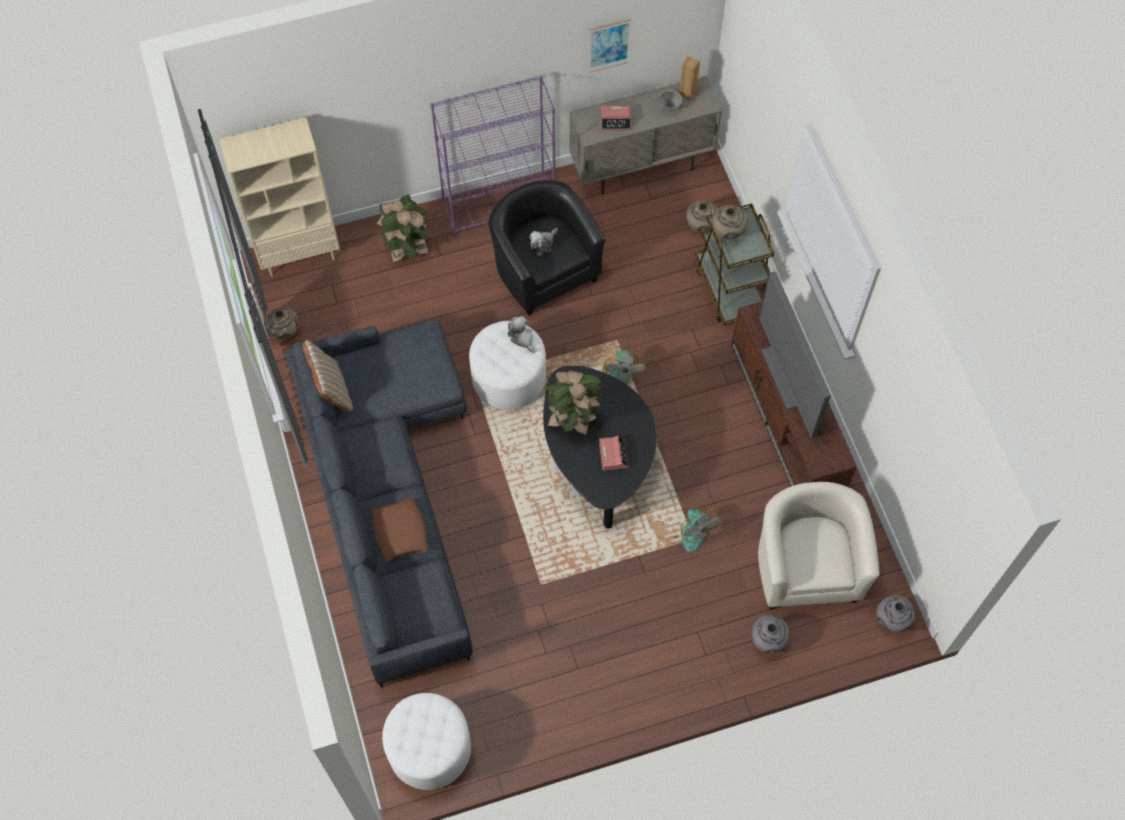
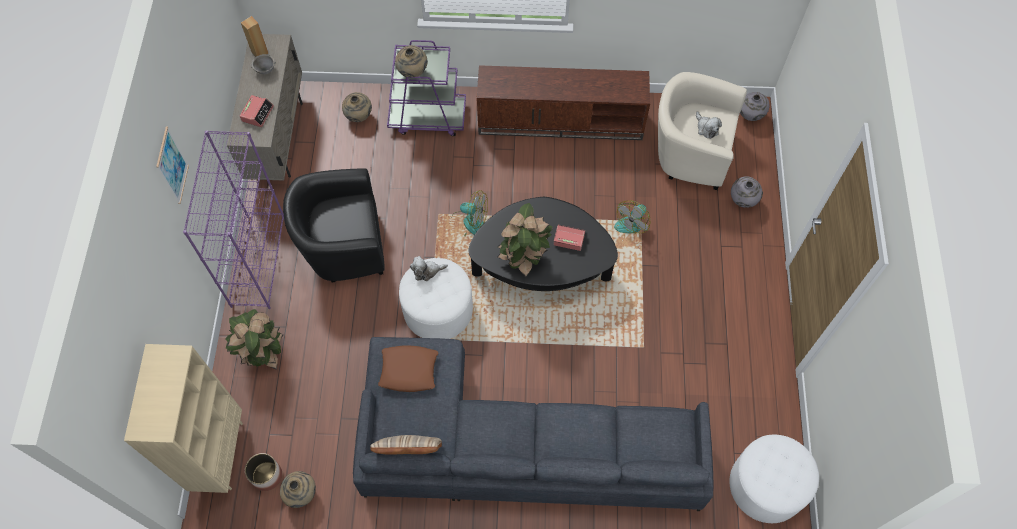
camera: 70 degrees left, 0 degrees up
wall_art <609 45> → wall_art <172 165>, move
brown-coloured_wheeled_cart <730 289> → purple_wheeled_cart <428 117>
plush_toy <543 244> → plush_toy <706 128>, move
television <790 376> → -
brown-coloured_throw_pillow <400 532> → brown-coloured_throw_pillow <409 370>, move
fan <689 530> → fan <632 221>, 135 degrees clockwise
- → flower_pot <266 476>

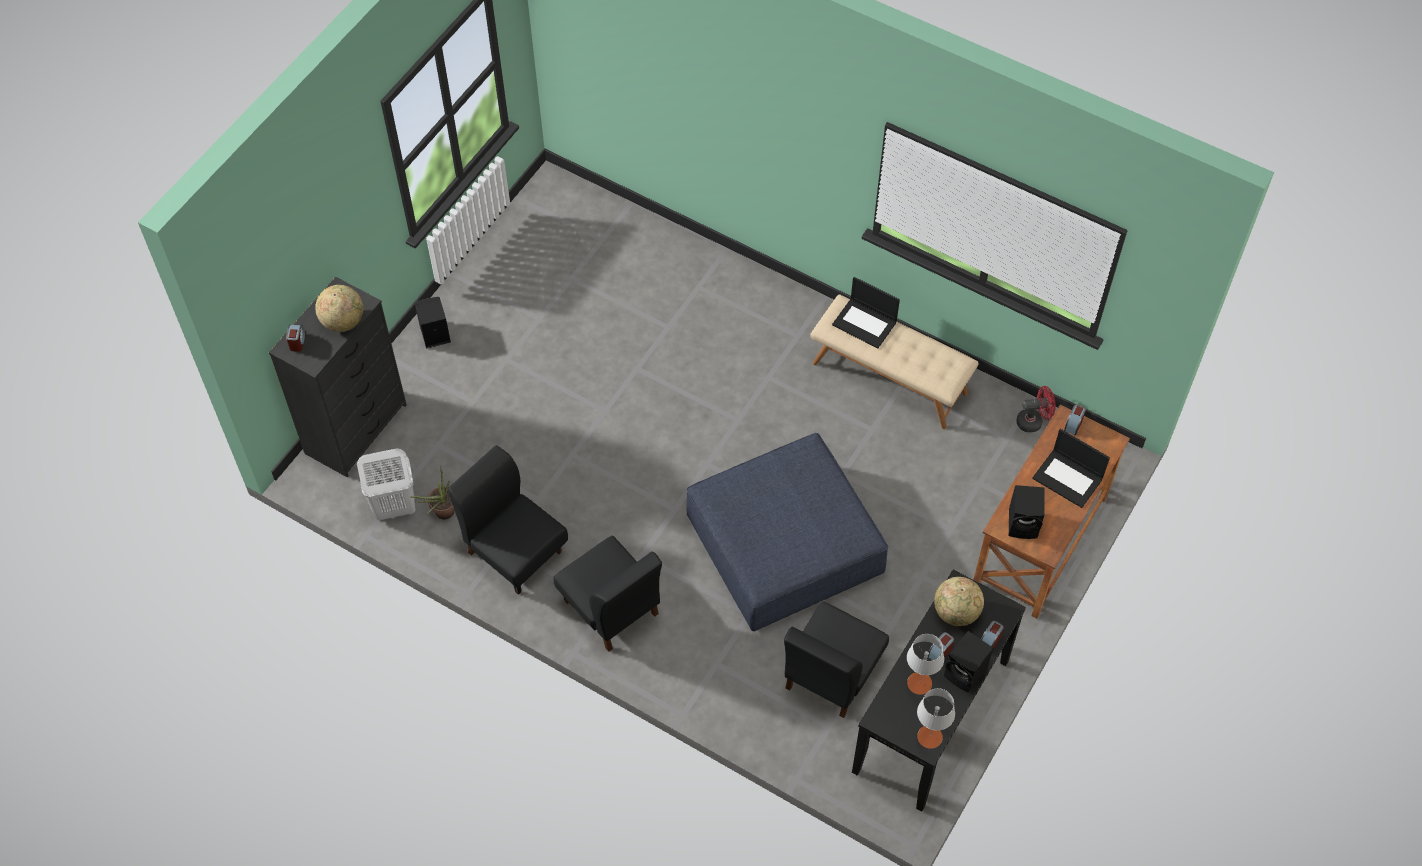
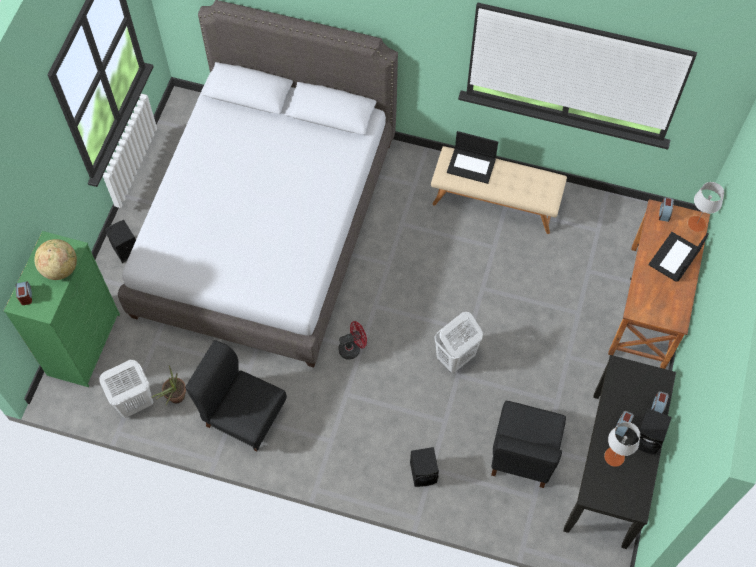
camera: 15 degrees left, 5 degrees up
blackish_dresser <356 428> → green_dresser <84 343>
red_fan <1033 421> → red_fan <352 348>, move
portable_computer <1068 478> → portable_computer <674 258>, 105 degrees clockwise
bluish_pouffe <784 545> → white-coloured_laundry_basket <455 358>
blackish_loudspeaker <1024 524> → blackish_loudspeaker <424 473>, move
blackish_chair <611 608> → -
desk_globe <956 612> → -
greyish_lamp_for_a_table <930 737> → greyish_lamp_for_a_table <697 223>, move
- → greyish_sleeping_bed <265 226>

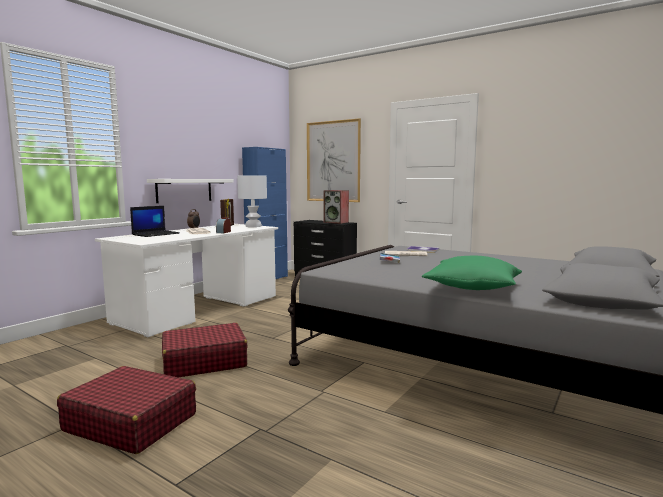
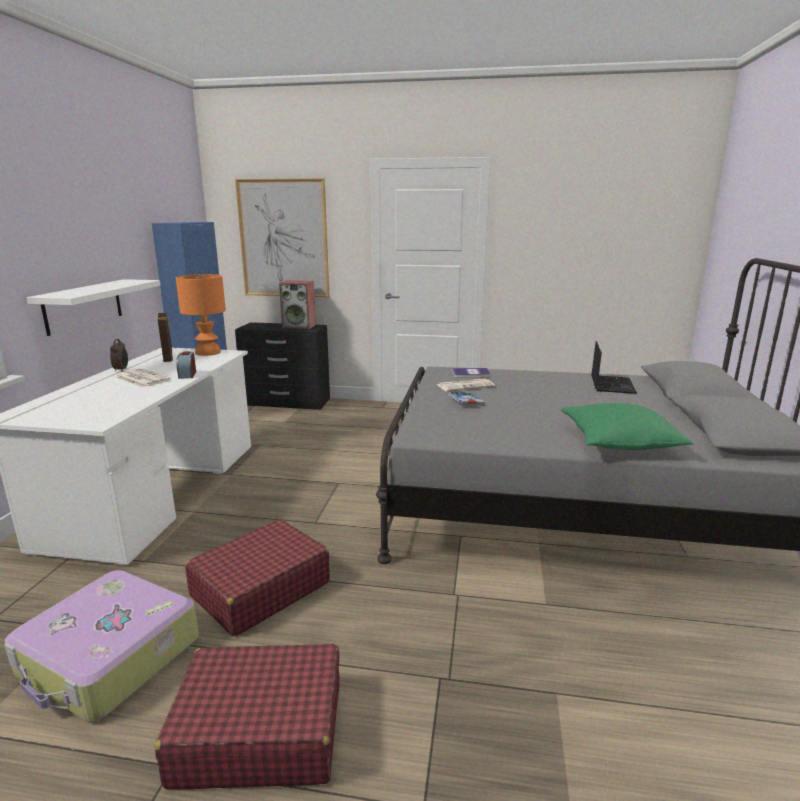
camera: 25 degrees left, 10 degrees up
white-coloured_lamp_for_a_table <253 226> → orange_lamp_for_a_table <208 353>
portable_computer <156 234> → portable_computer <611 384>, move
- → travel_case <110 658>

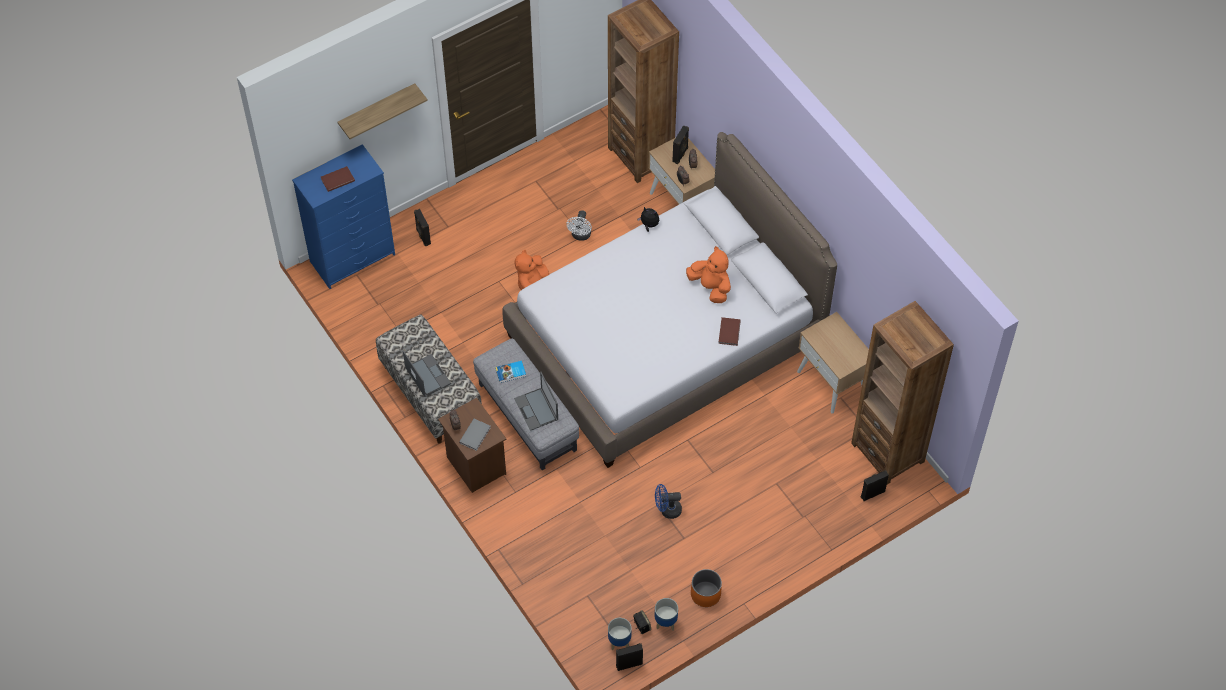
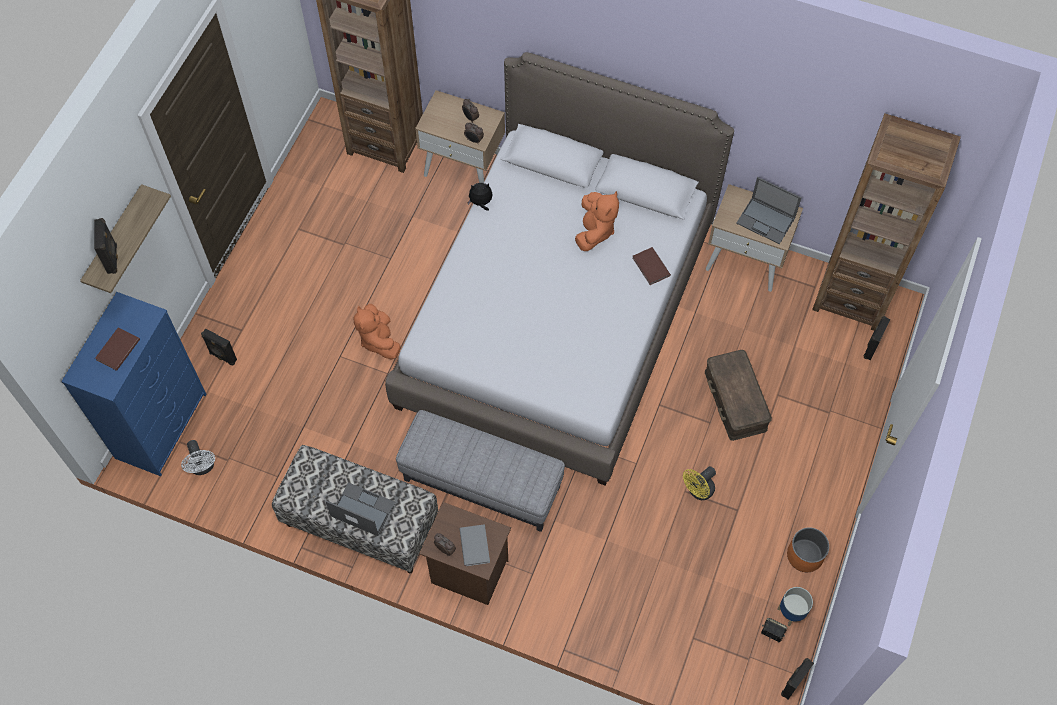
camera: 35 degrees left, 5 degrees up
blackish_loudspeaker <680 155> → blackish_loudspeaker <113 258>, move
white-coloured_fan <580 236> → white-coloured_fan <203 467>, move
orange_plush_toy <710 287> → orange_plush_toy <595 231>, 90 degrees clockwise
bound_book <511 373> → -
portable_computer <536 409> → portable_computer <766 221>, move
bluish_fan <667 510> → yellow-coloured_fan <698 491>
flower_pot <619 642> → -
- → brown-coloured_storage_bin <736 400>

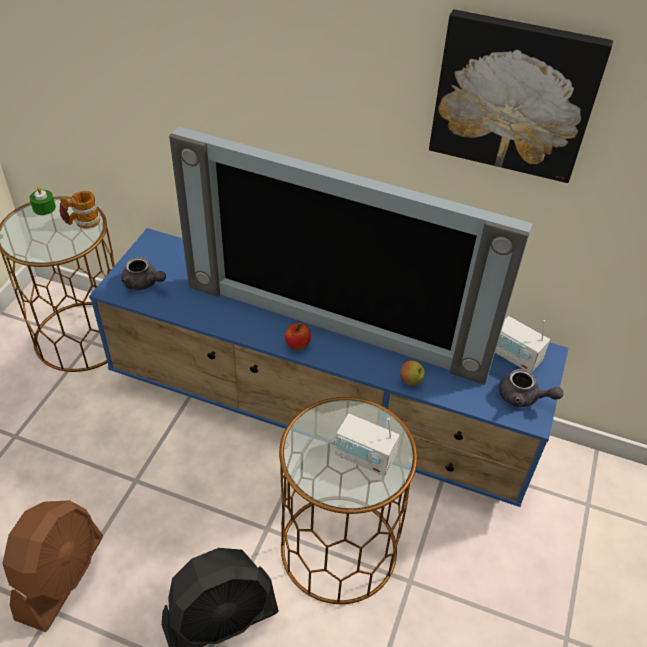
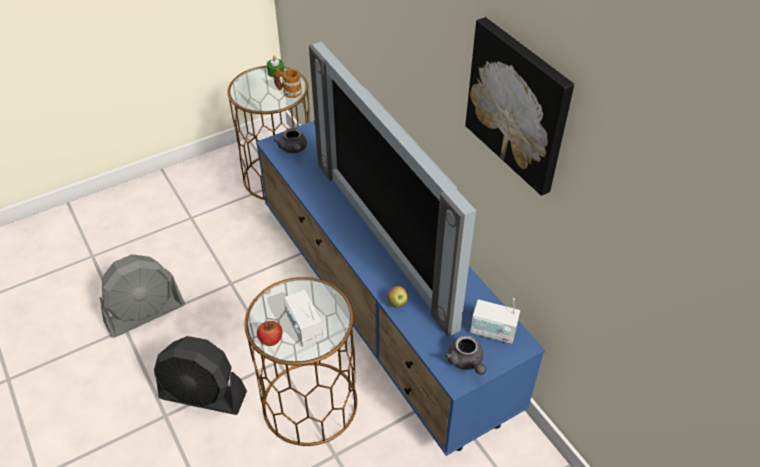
camera: 40 degrees right, 0 degrees up
radio <515 357> → radio <493 332>, 60 degrees counterclockwise
apple <297 345> → apple <271 340>, move
brown-coloured_fan <61 576> → greyish_fan <145 313>

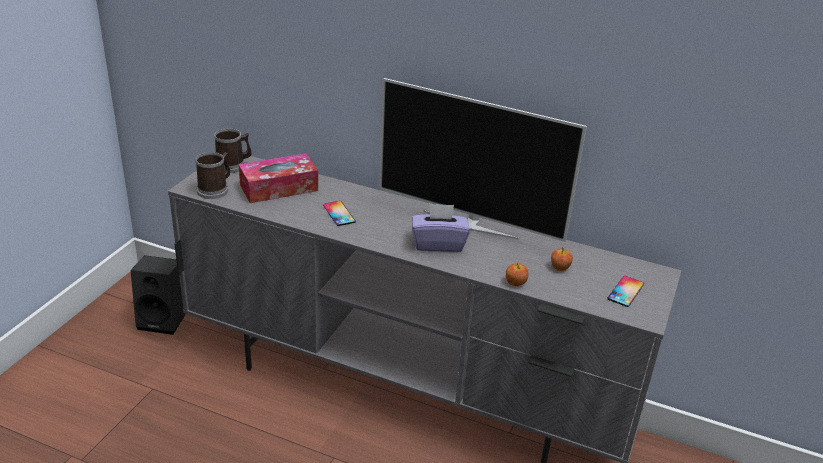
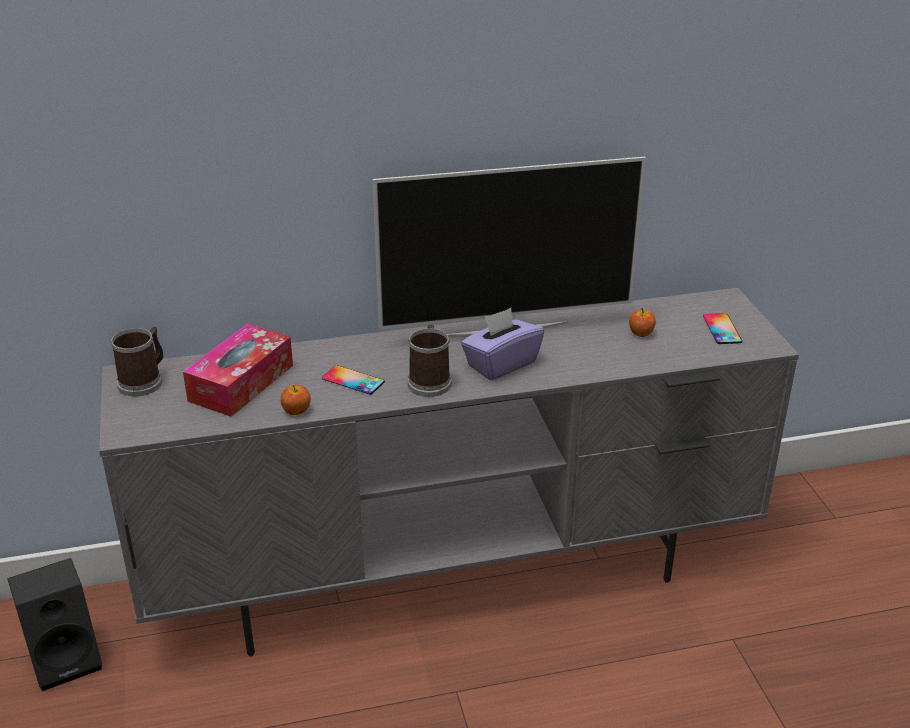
camera: 35 degrees left, 0 degrees up
coffee_mug <215 189> → coffee_mug <429 381>, move
apple <515 283> → apple <296 411>, move

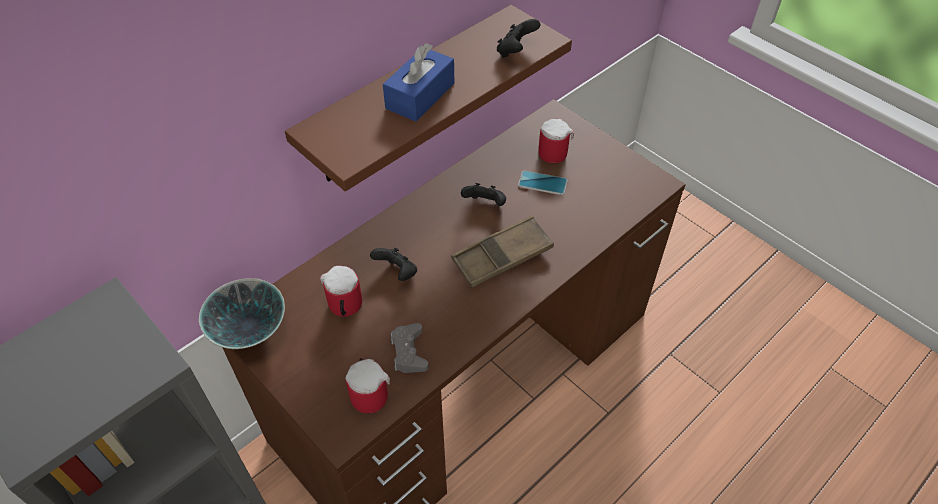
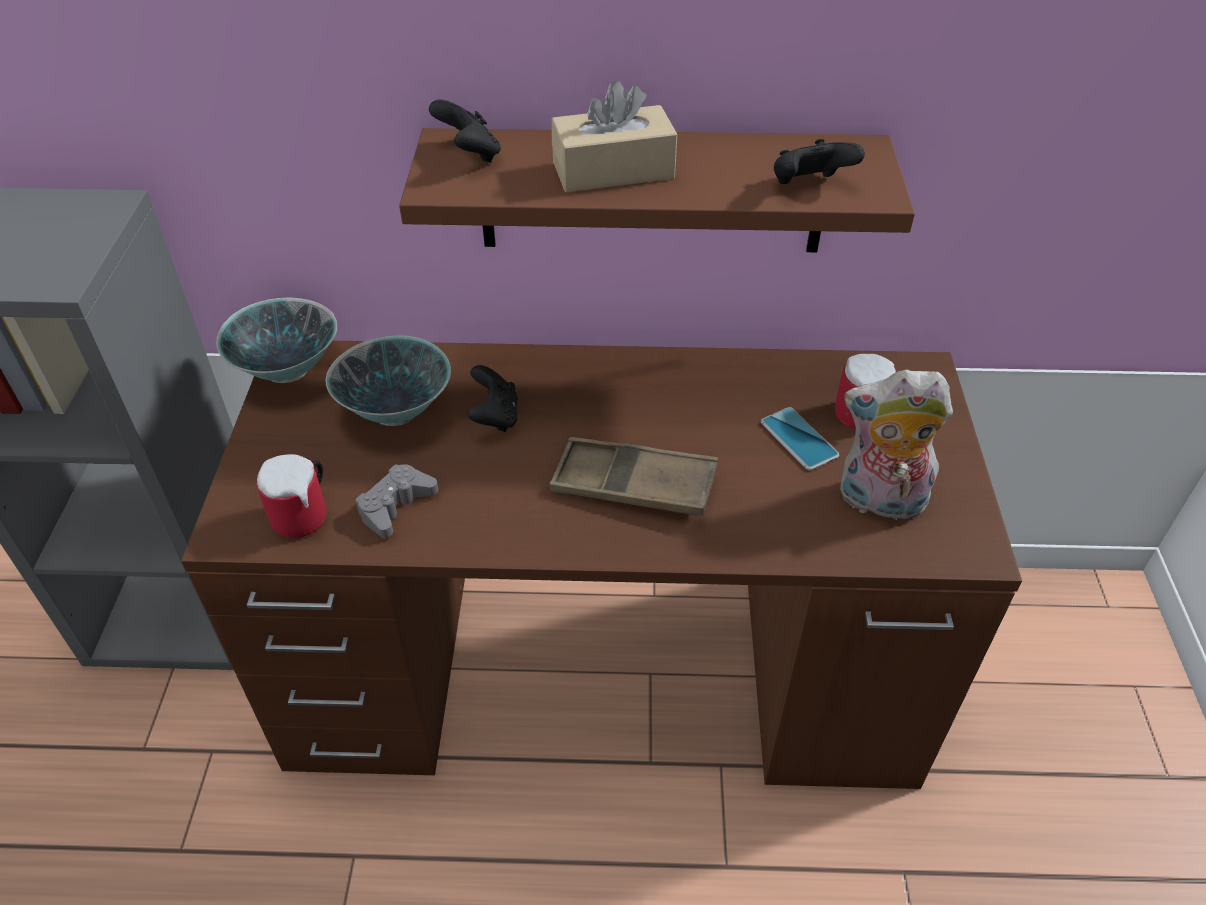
camera: 45 degrees right, 5 degrees down
bluish_box_of_tissues <420 96> → beige-coloured_box_of_tissues <613 170>
blackish_game_controller <485 204> → blackish_game_controller <470 154>, move
coffee_mug <344 308> → serving_bowl <396 412>
- → plush_toy <879 502>

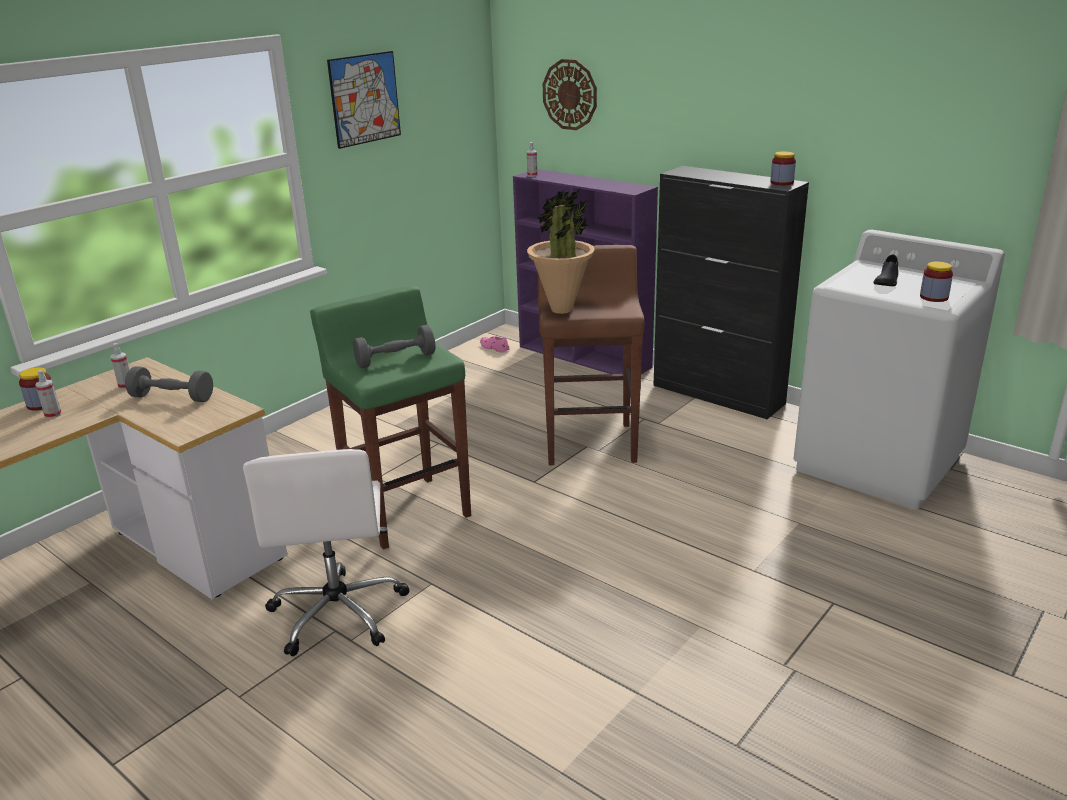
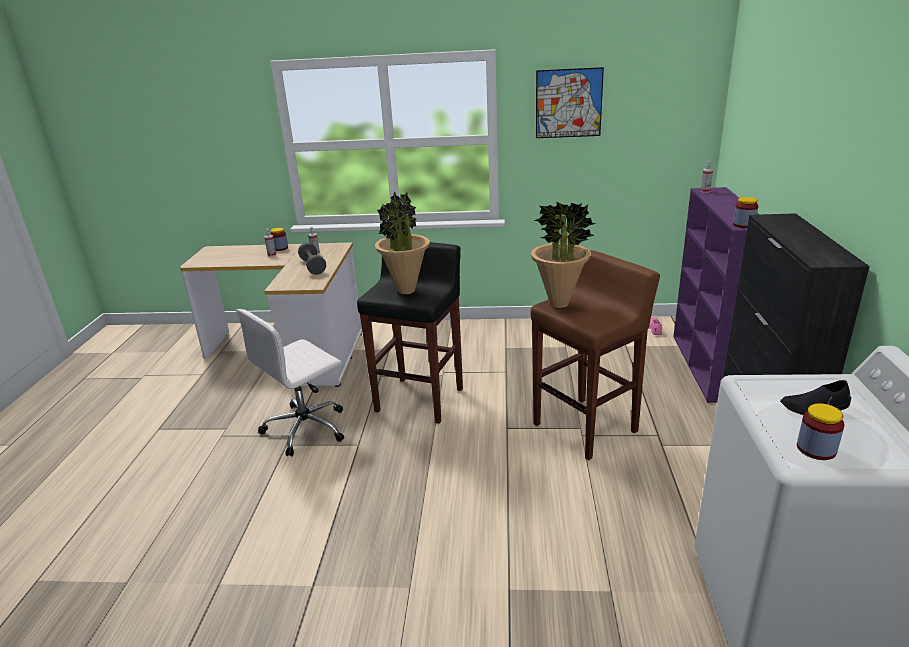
camera: 55 degrees right, 0 degrees up
clock_on_the_wall <570 94> → -
storage_jar <781 182> → storage_jar <743 225>, move
green_stool <407 511> → blackish_stool <420 399>
greyish_dumbbell <395 360> → plant_in_a_pot <406 291>

